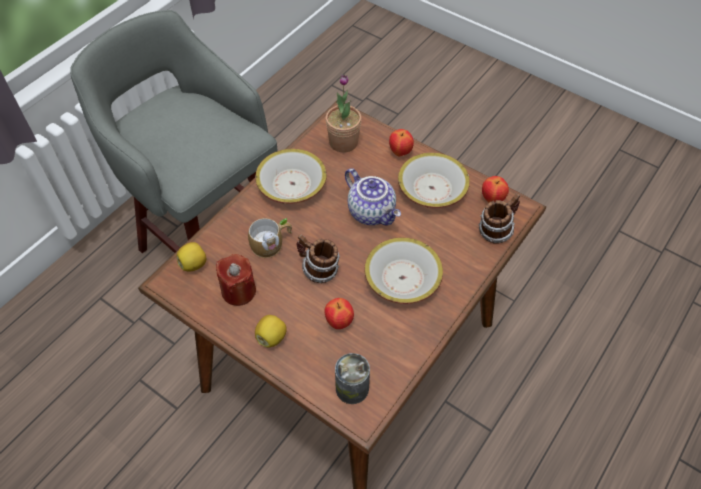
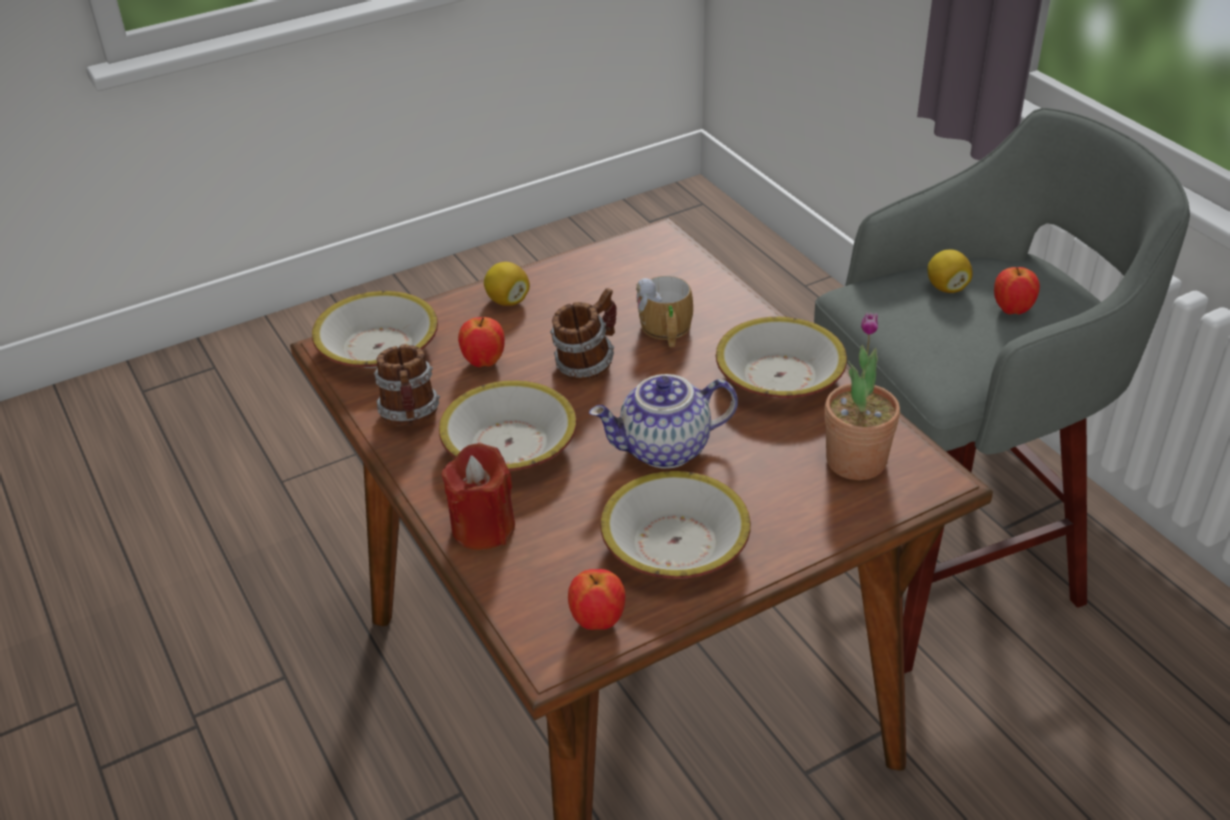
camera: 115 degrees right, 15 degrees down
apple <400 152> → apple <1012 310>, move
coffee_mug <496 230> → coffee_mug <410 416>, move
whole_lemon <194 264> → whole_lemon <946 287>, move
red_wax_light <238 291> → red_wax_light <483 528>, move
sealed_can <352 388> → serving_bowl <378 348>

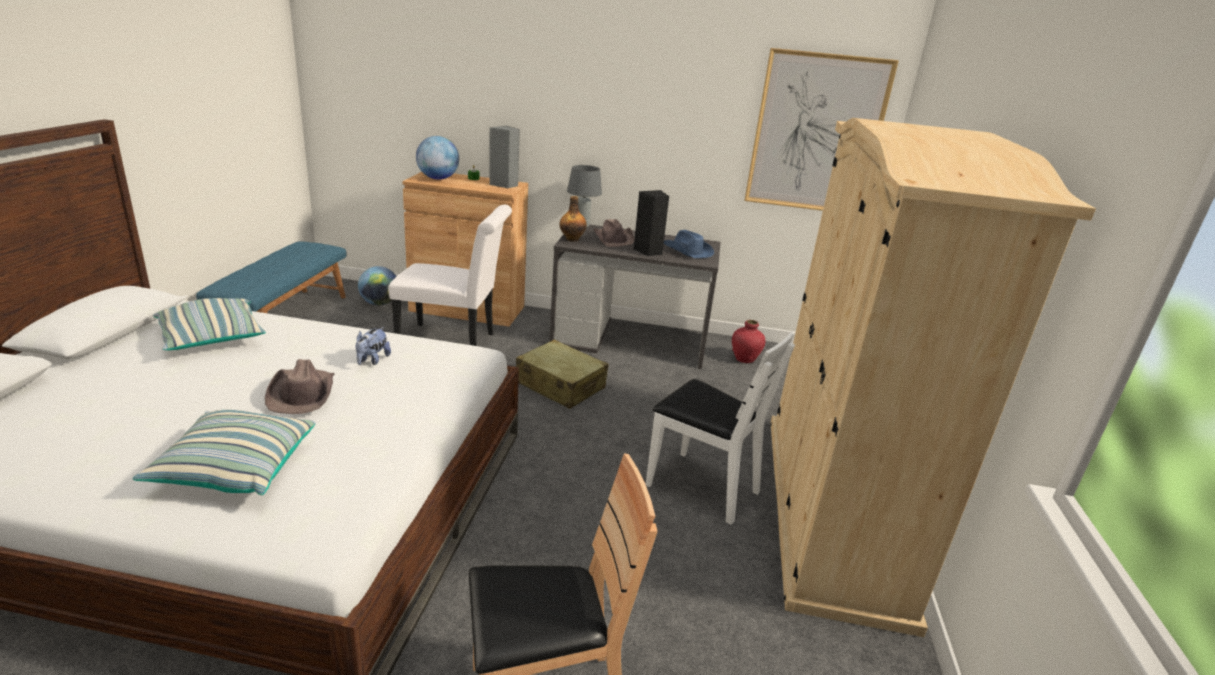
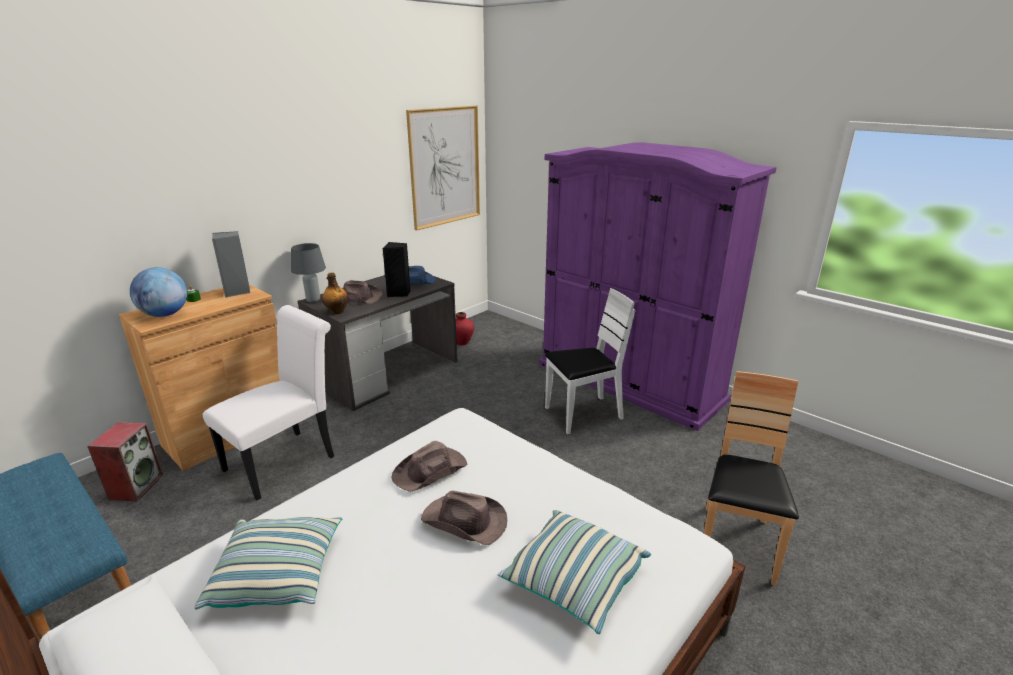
camera: 55 degrees left, 0 degrees up
beige-coloured_clothes_cupboard <832 509> → purple_clothes_cupboard <629 381>
desk_globe <379 303> → loudspeaker <136 486>
plush_toy <372 360> → brown-coloured_clothing_hat <431 471>
beige-coloured_travel_case <560 385> → -

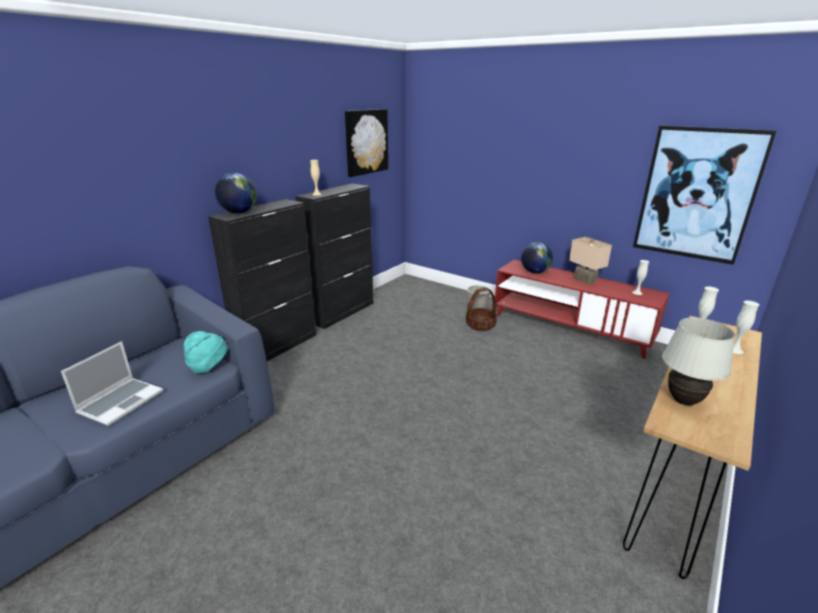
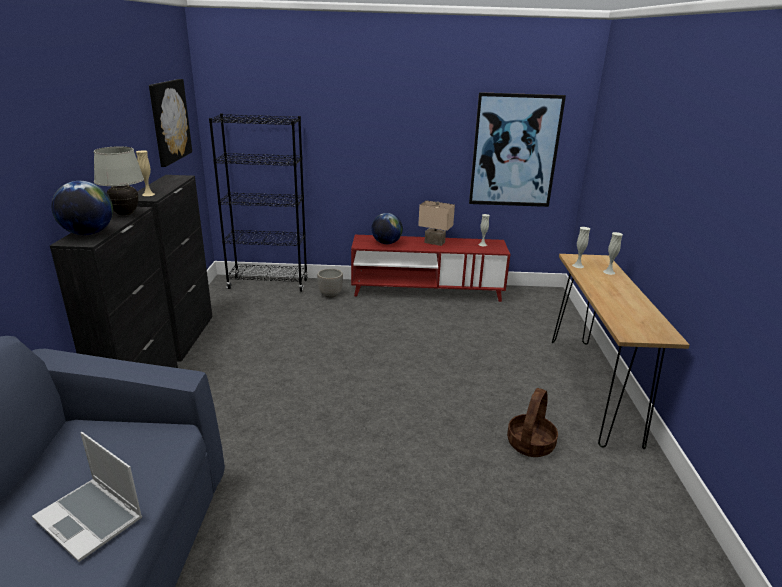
camera: 35 degrees left, 0 degrees up
storage_basket <480 325> → storage_basket <530 444>, move
white-coloured_lamp_for_a_table <683 401> → white-coloured_lamp_for_a_table <125 214>, move
blue-green_clothing_hat <208 366> → -
portable_computer <121 401> → portable_computer <91 519>, 135 degrees clockwise
- → blackish_bookcase <268 284>

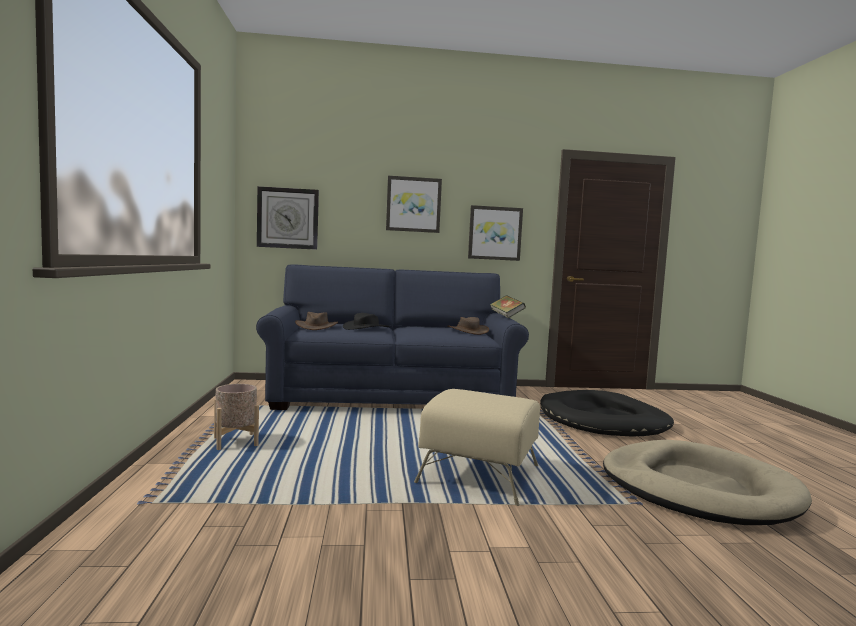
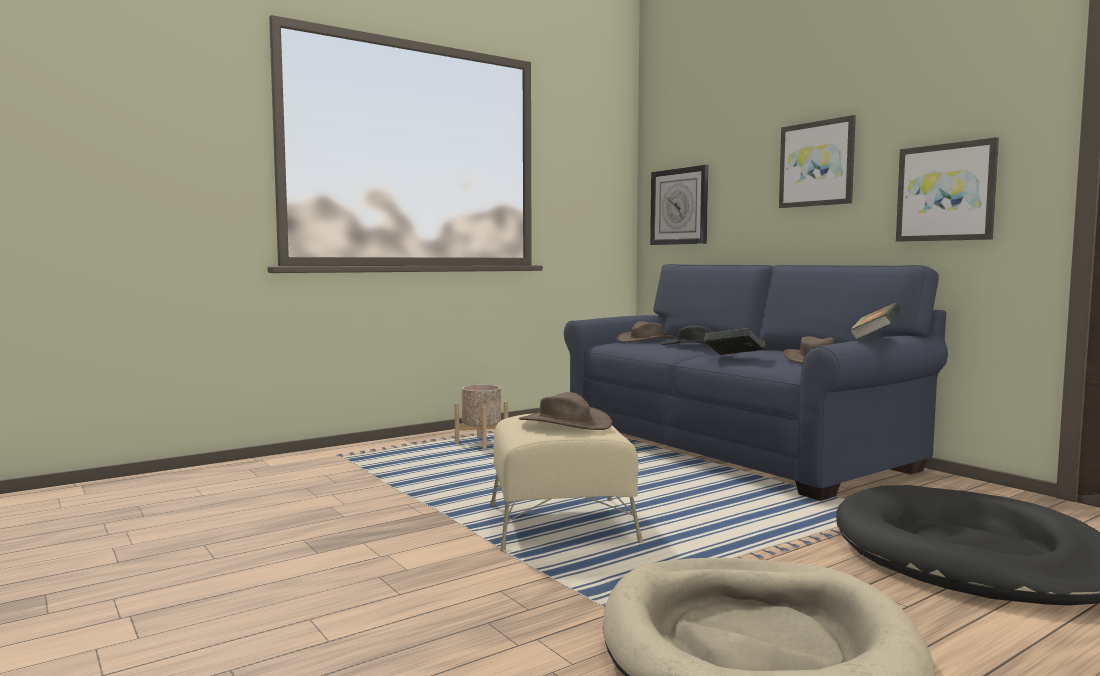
camera: 60 degrees right, 0 degrees up
- → bound_book <734 358>
- → brown-coloured_clothing_hat <564 423>

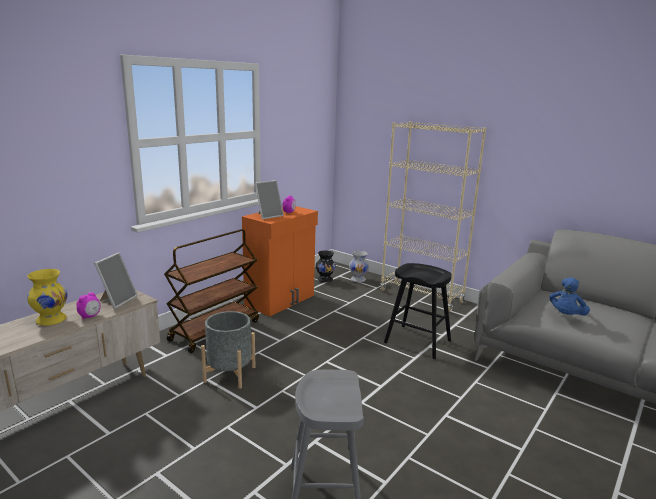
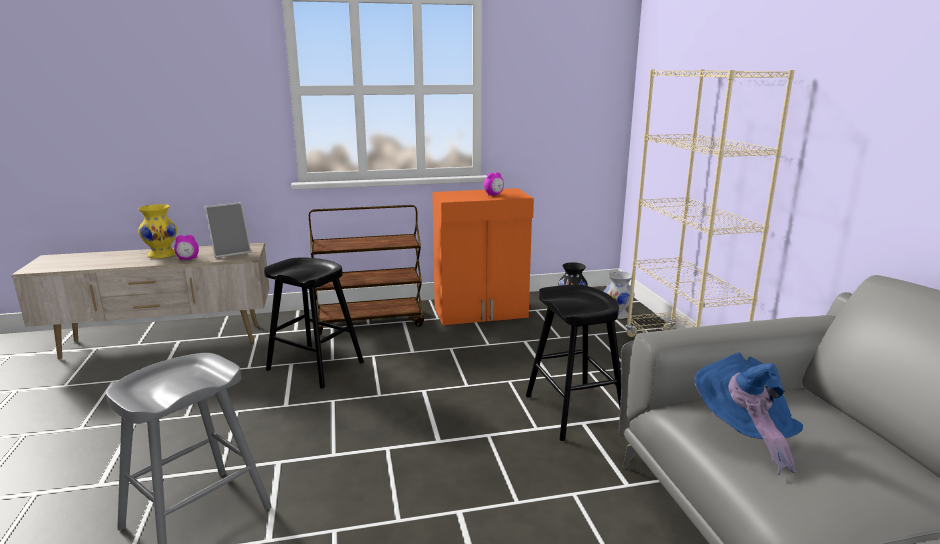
camera: 40 degrees right, 0 degrees up
picture_frame <268 216> → -
bluish_plush_toy <566 316> → bluish_clothing_hat <744 433>
greyish_flower_pot <230 374> → blackish_stool <315 366>

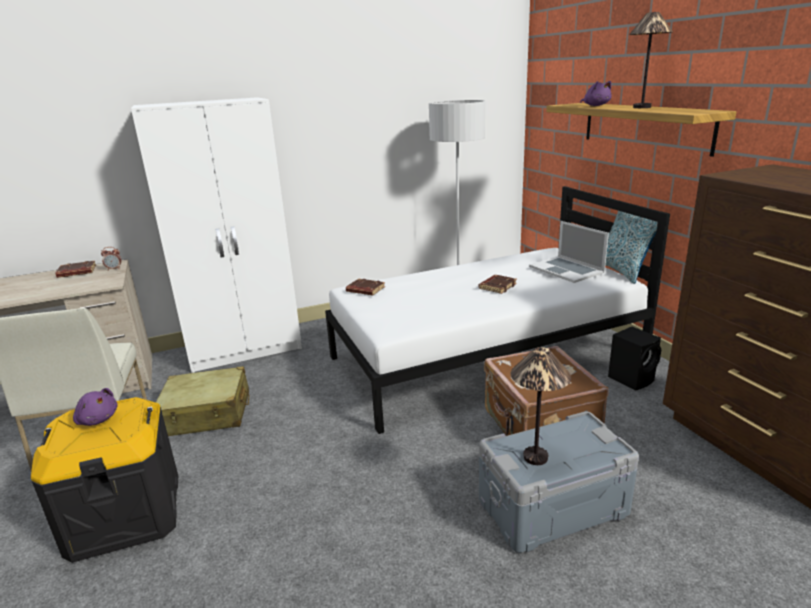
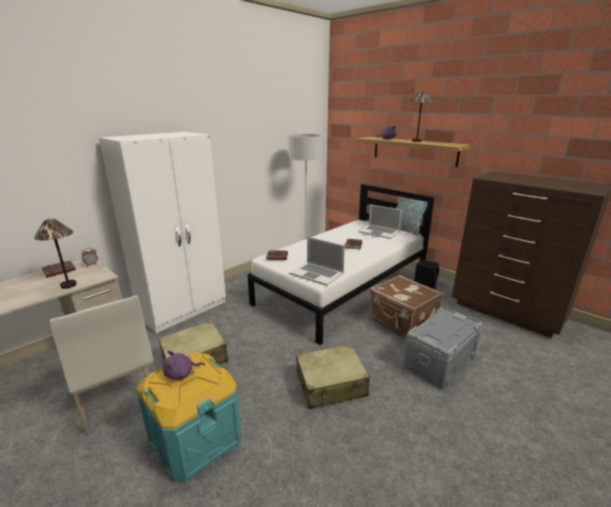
camera: 25 degrees left, 0 degrees up
lamp_for_a_table <536 457> → lamp_for_a_table <69 285>, move
purple_plush_toy <97 419> → purple_plush_toy <181 374>, 150 degrees clockwise
blackish_storage_bin <125 514> → blue-green_storage_bin <195 439>
- → portable_computer <317 273>
- → beige-coloured_travel_case <331 384>

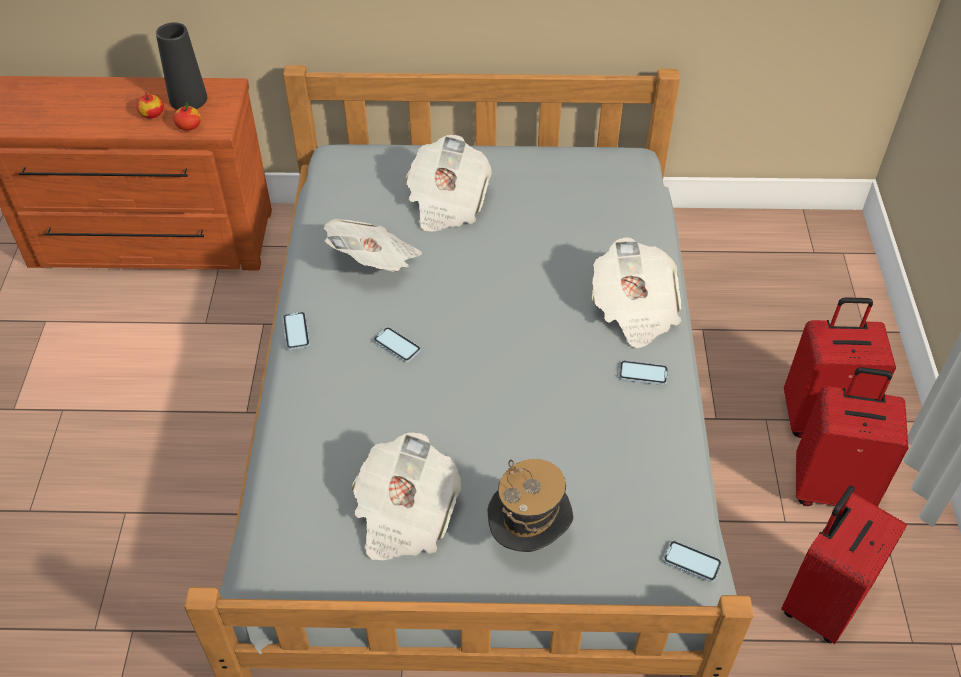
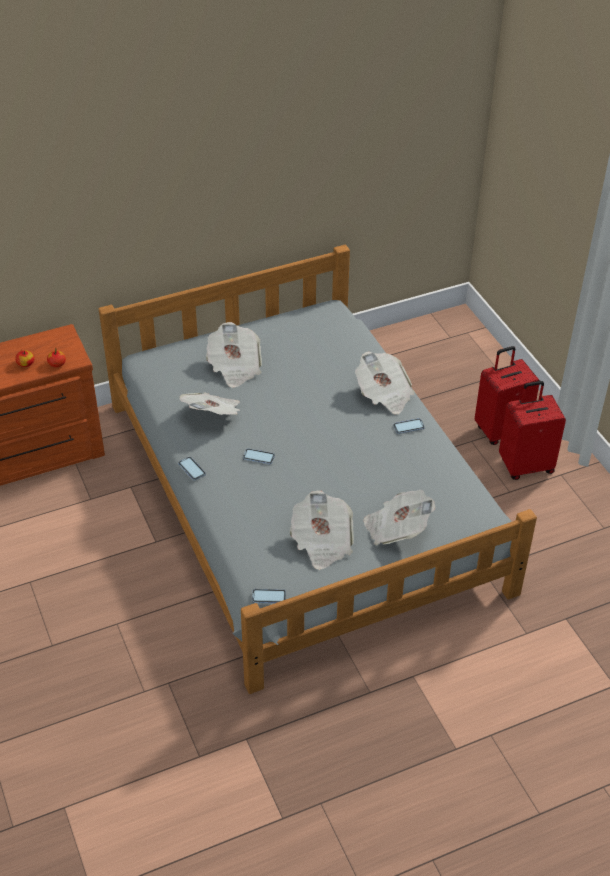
camera: 25 degrees left, 5 degrees down
blackish_flower_vase <188 99> → -
clothing_hat <529 537> → printed_paper <396 529>
red_travel_case <821 602> → -
phone <692 562> → phone <269 597>, move

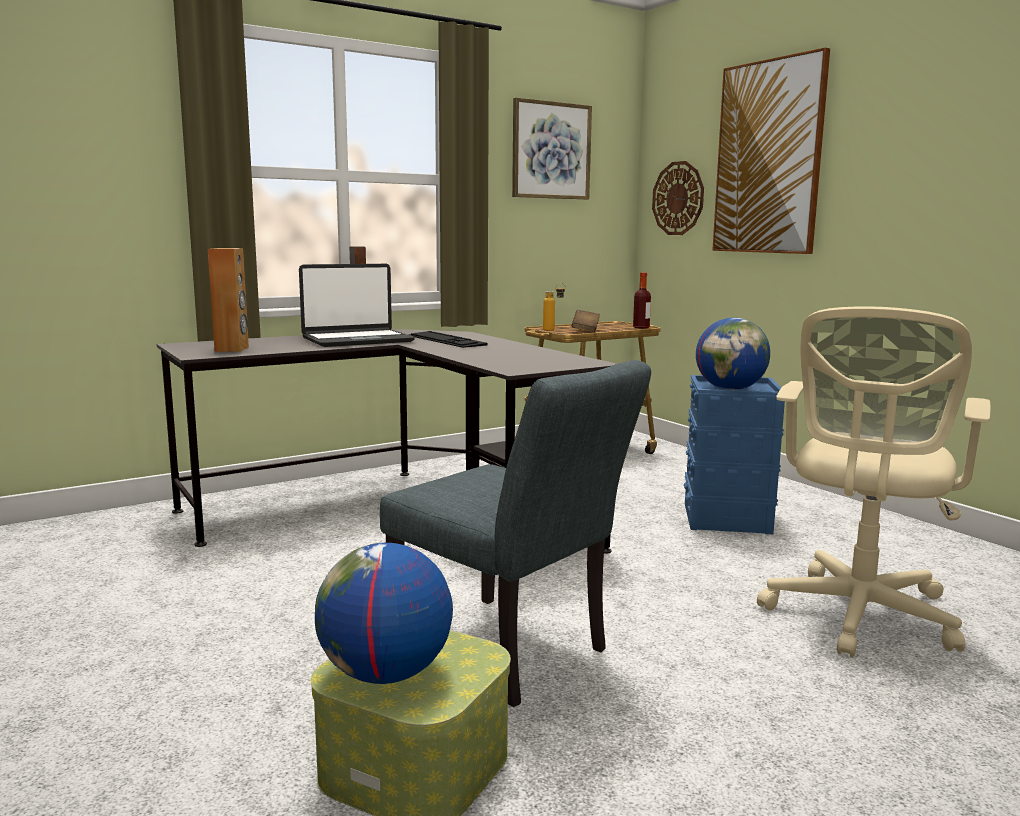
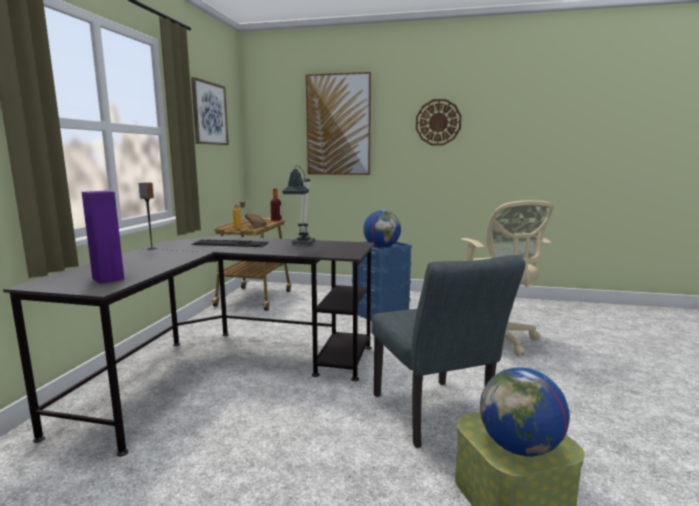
camera: 45 degrees left, 0 degrees up
clock_on_the_wall <678 198> → clock_on_the_wall <438 122>, move
brown-coloured_loudspeaker <232 349> → purple_loudspeaker <108 279>
portable_computer <357 340> → -
greyish_chair <510 654> → greyish_chair <435 417>, 75 degrees clockwise
- → lamp_for_a_table <302 244>

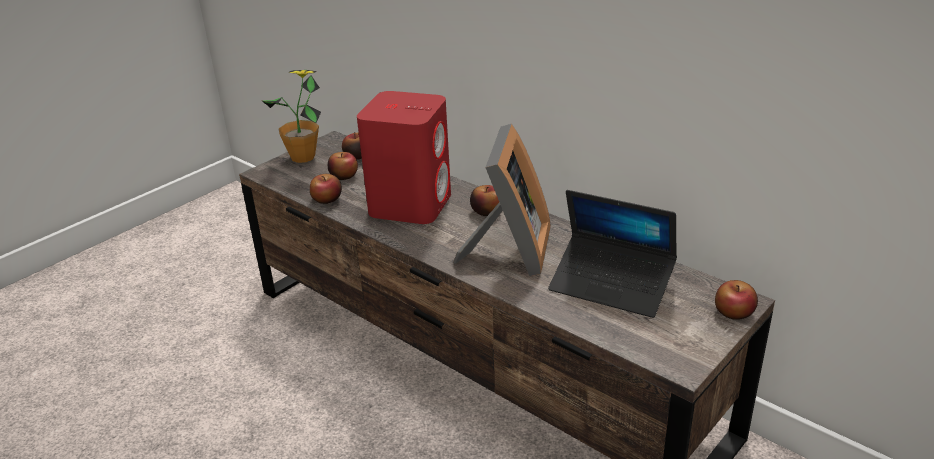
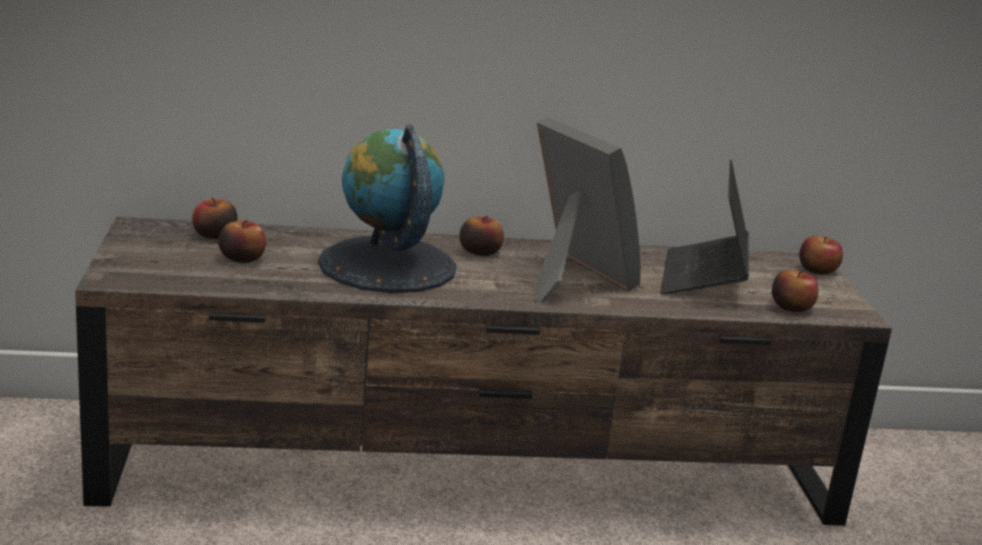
camera: 50 degrees left, 10 degrees down
plant_in_a_pot <303 157> → -
red_loudspeaker <410 204> → desk_globe <387 265>
apple <327 199> → apple <791 307>, move
portable_computer <611 285> → portable_computer <703 278>, 120 degrees clockwise

